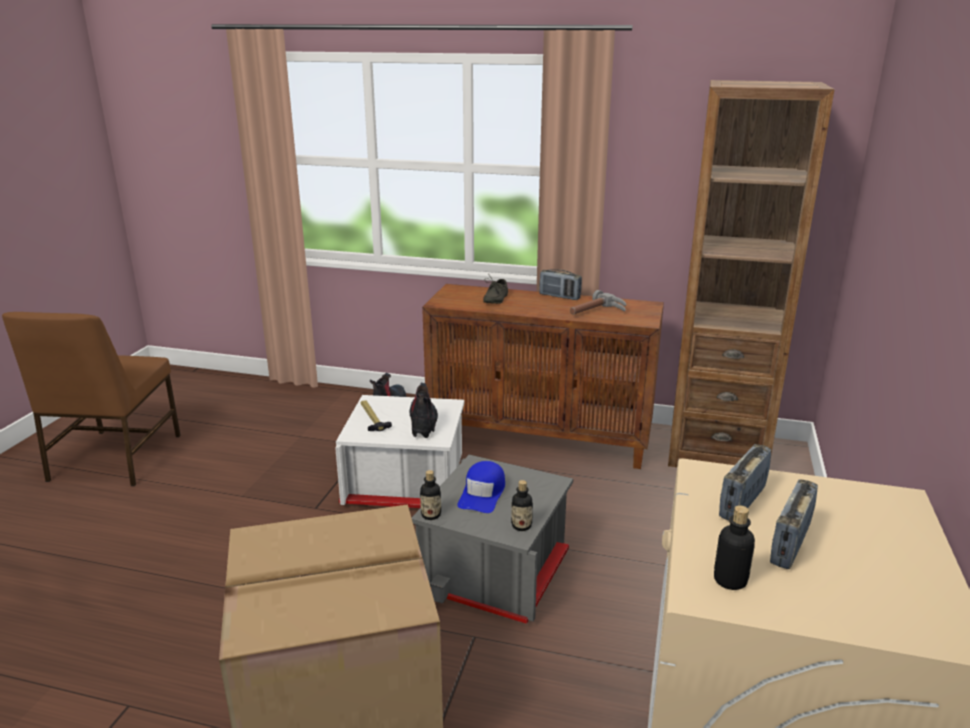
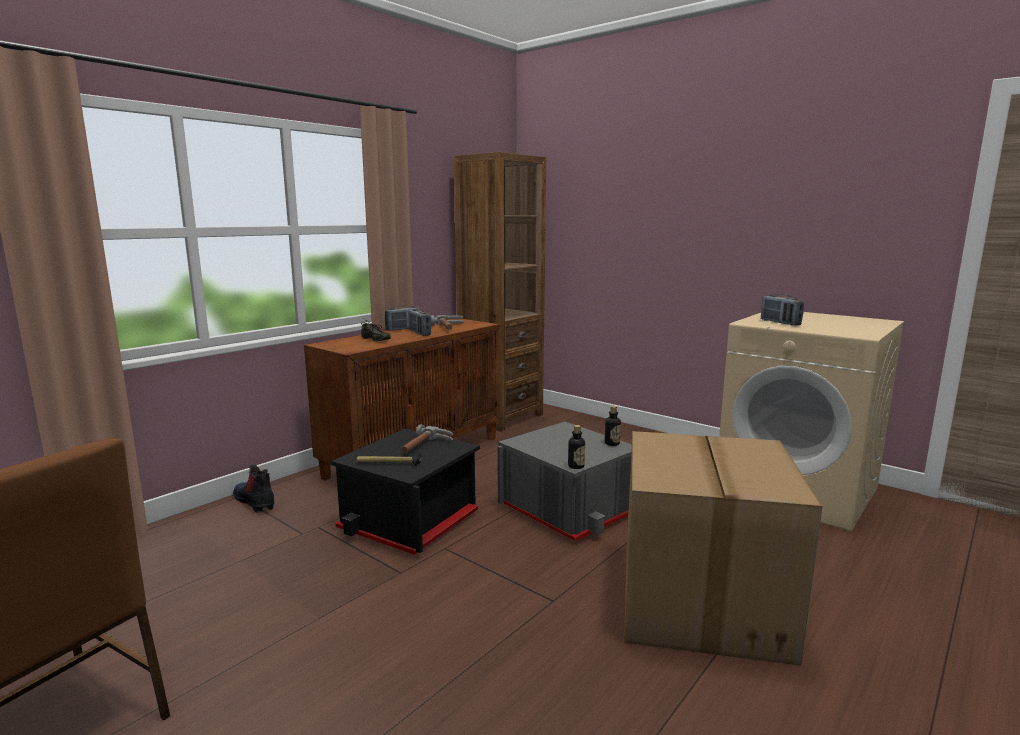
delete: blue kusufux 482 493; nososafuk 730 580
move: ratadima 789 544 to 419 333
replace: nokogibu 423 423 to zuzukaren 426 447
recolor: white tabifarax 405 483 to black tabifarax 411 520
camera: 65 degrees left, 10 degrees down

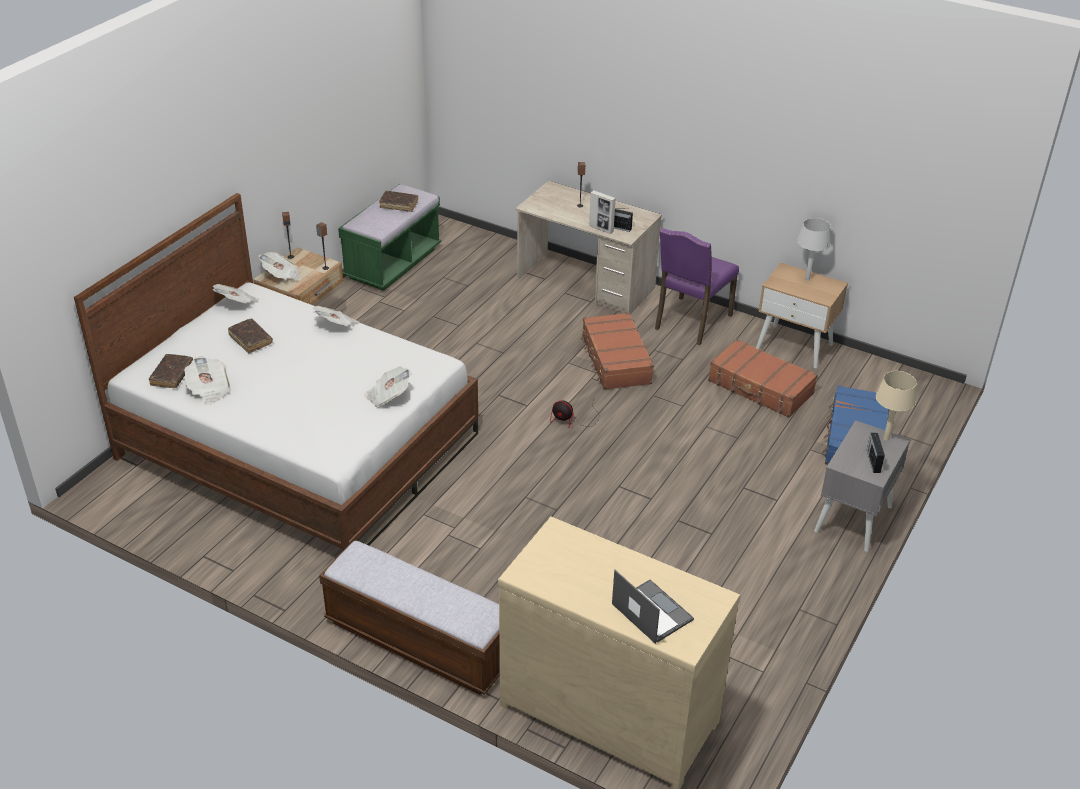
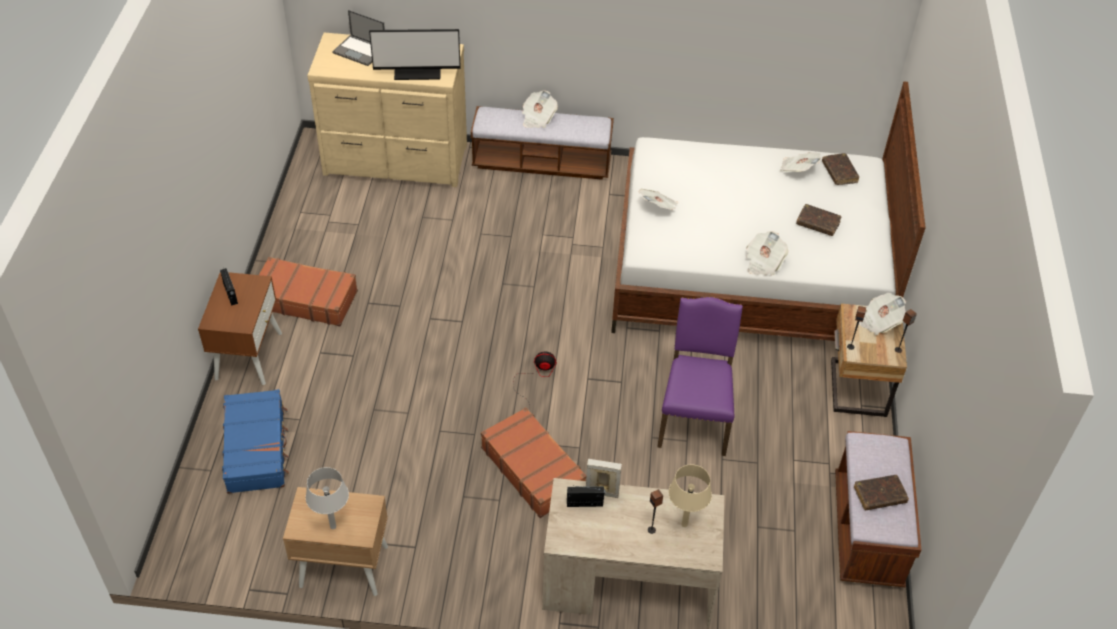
insert: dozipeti 417 72
move: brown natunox 760 388 to 305 299; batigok 237 303 to 537 118; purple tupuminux 690 322 to 694 420; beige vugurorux 886 439 to 684 524
recolor: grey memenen 853 519 to brown memenen 248 355; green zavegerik 393 263 to brown zavegerik 867 531
camera: 155 degrees right, 10 degrees up

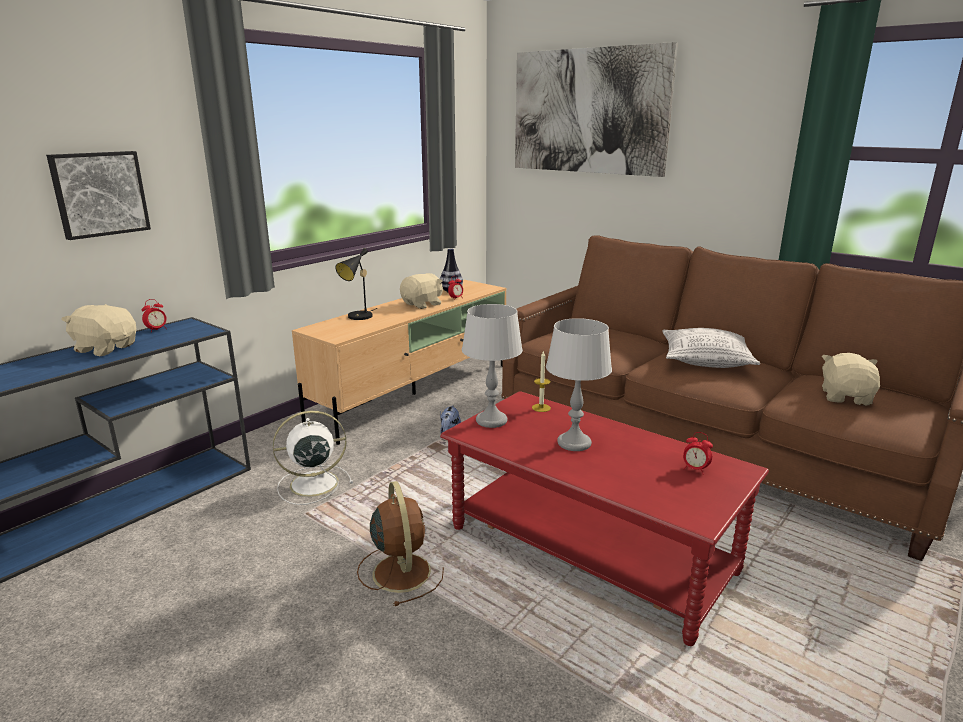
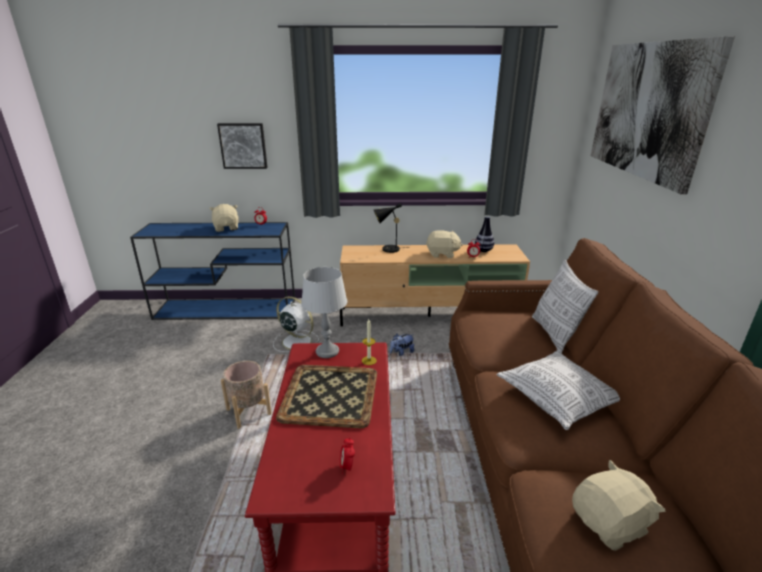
insert: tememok 555 335
replace: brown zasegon 401 571 to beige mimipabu 248 412; grey vugurorux 574 443 to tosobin 331 394
camera: 50 degrees right, 5 degrees up

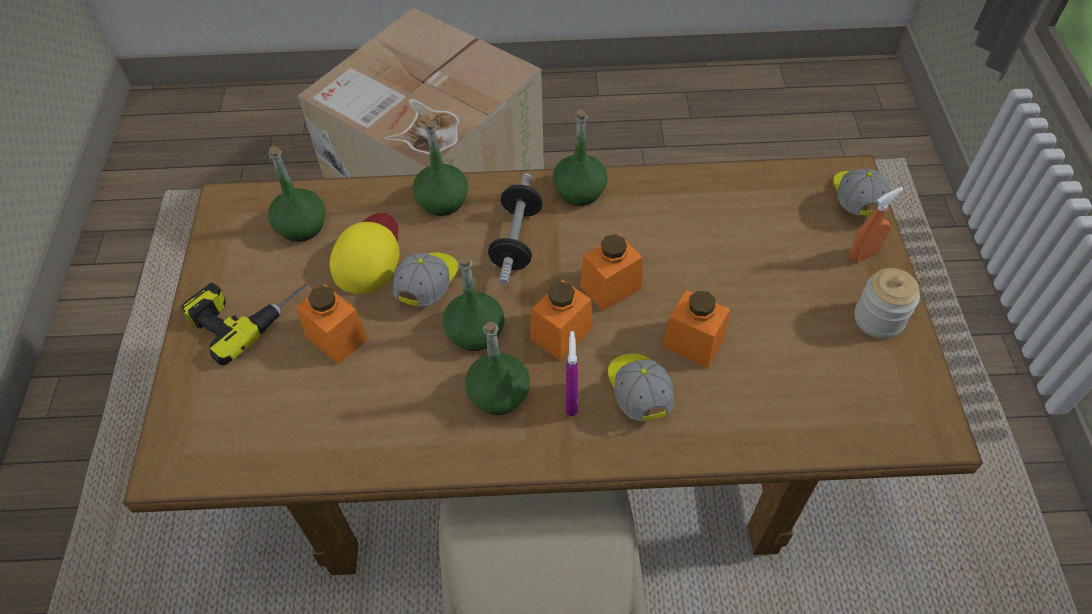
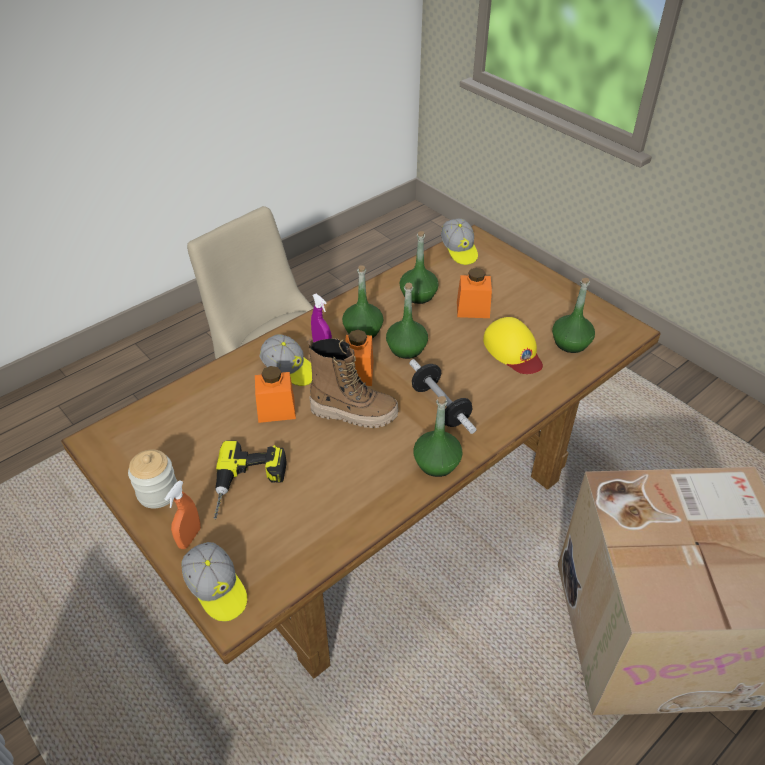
move: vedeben 246 311 to 249 485; green nososafuk 443 201 to 418 295; kusufux 428 285 to 459 250
replace: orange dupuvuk 610 287 to nokogibu 354 412
camera: 140 degrees right, 10 degrees down

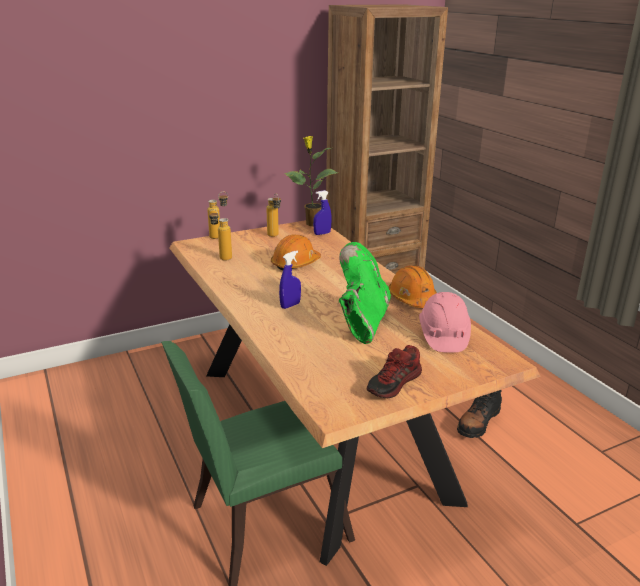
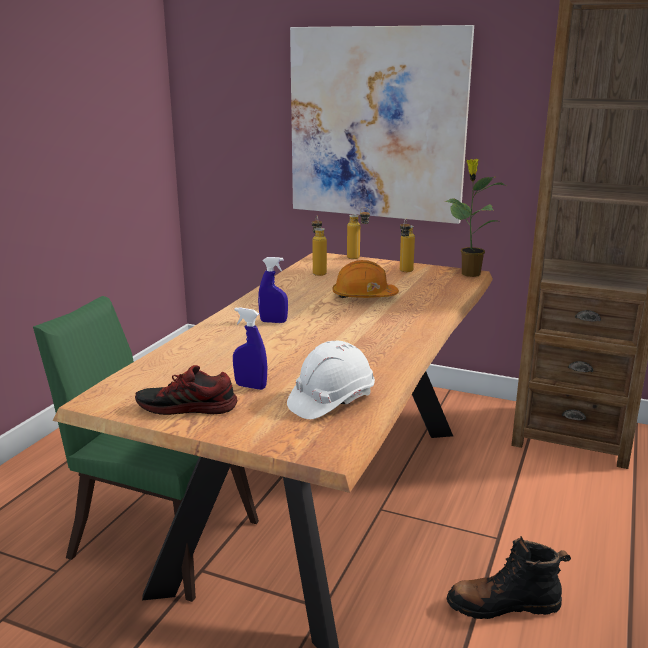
delete: green nokogibu 361 323; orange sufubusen 413 299
insert: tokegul 376 124
move: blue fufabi 322 233 to 250 386
recolor: pink sufubusen 443 336 to white sufubusen 331 401
camera: 50 degrees right, 5 degrees down

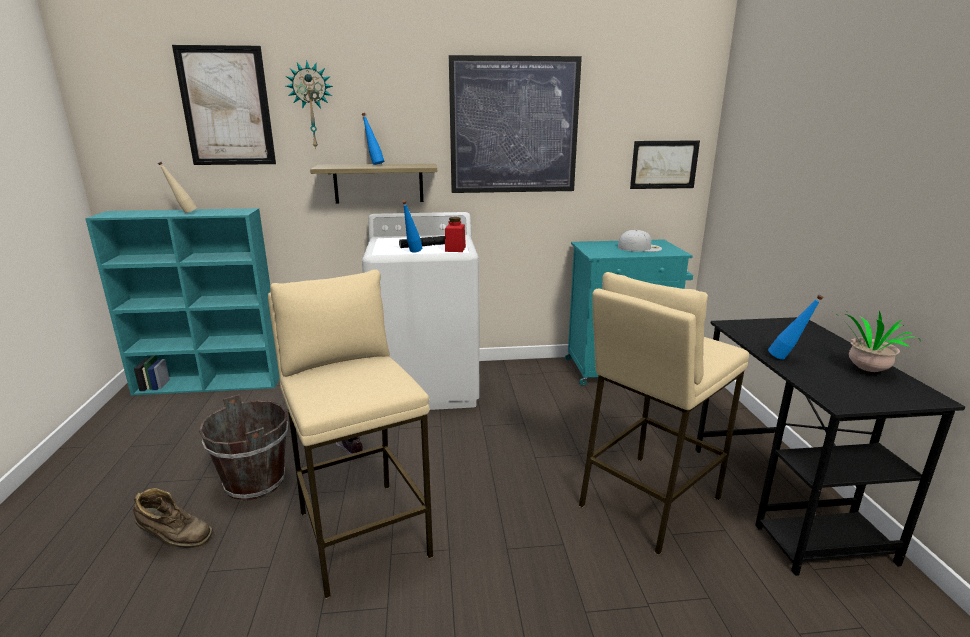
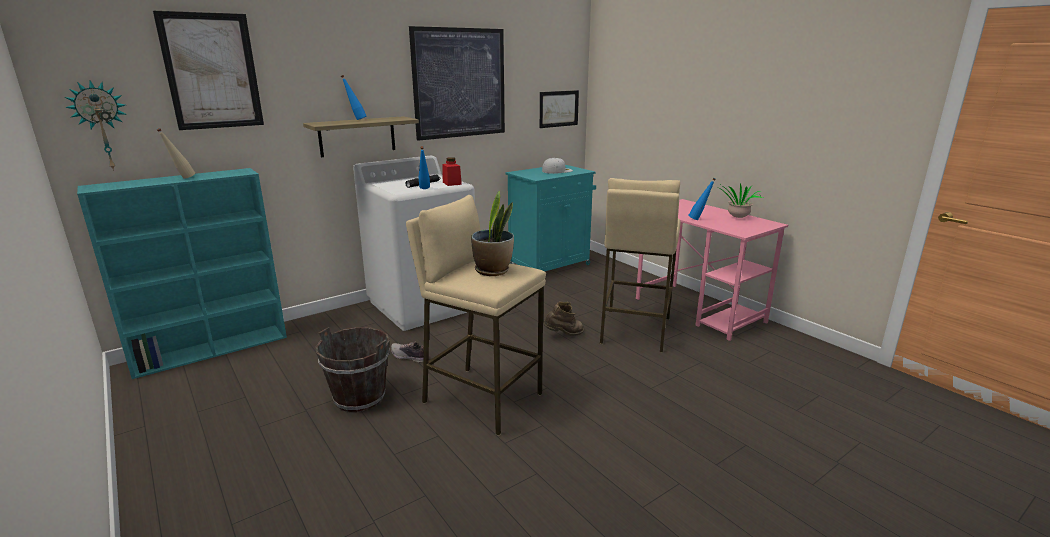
insert: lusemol 493 270
move: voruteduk 312 106 to 102 126; brown nokogibu 175 540 to 564 335
recolor: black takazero 784 501 to pink takazero 699 310
camera: 30 degrees left, 0 degrees up

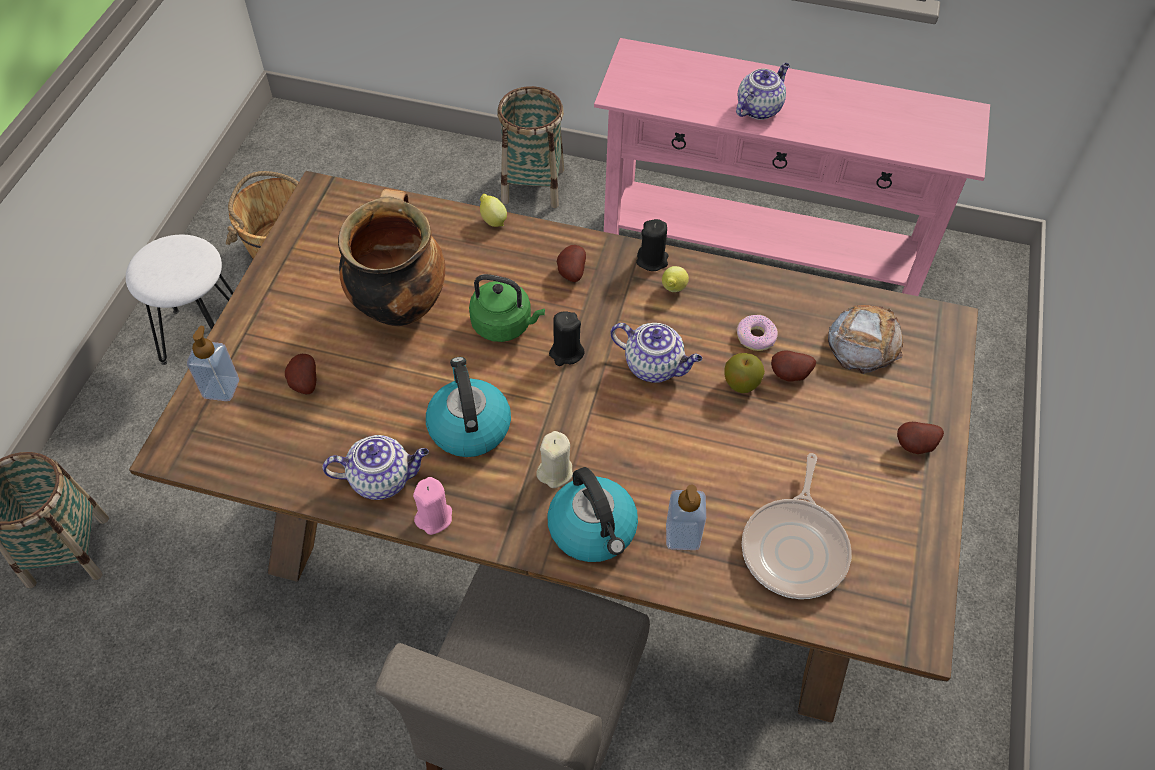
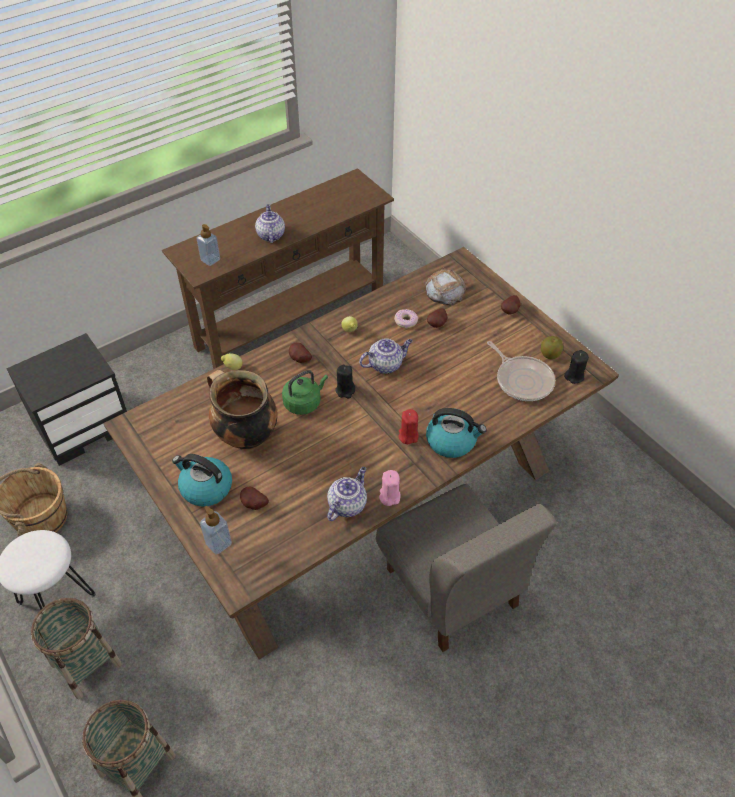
insert: black memenen 83 425
move: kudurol 533 185 to 86 664; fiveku 468 426 to 205 488; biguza 682 535 to 210 260; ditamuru 741 384 to 550 355; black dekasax 652 260 to 574 376
recolor: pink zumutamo 760 254 to brown zumutamo 290 320; beige dekasax 555 472 to red dekasax 408 436
camera: 50 degrees left, 5 degrees down

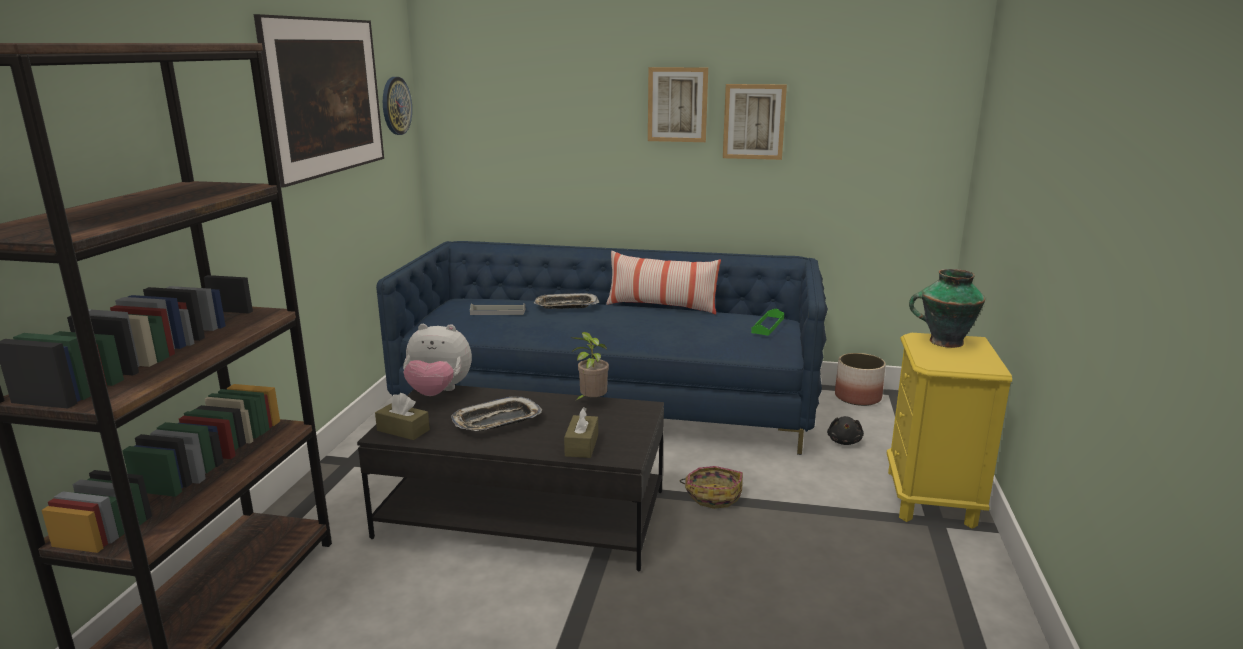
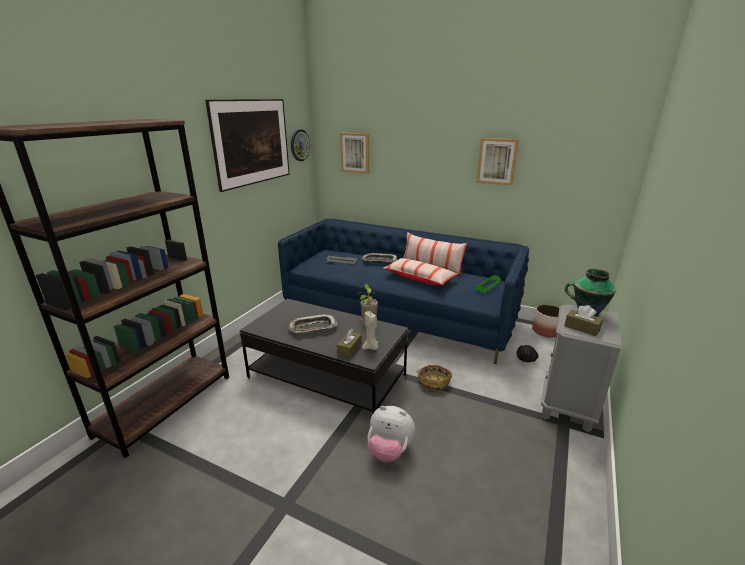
insert: beige dekasax 371 347; tememok 419 278
move: tokegul 677 104 to 355 153; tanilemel 438 392 to 389 451; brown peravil 403 430 to 582 328
recolor: yellow memenen 931 498 to grey memenen 567 406
camera: 15 degrees right, 5 degrees up

